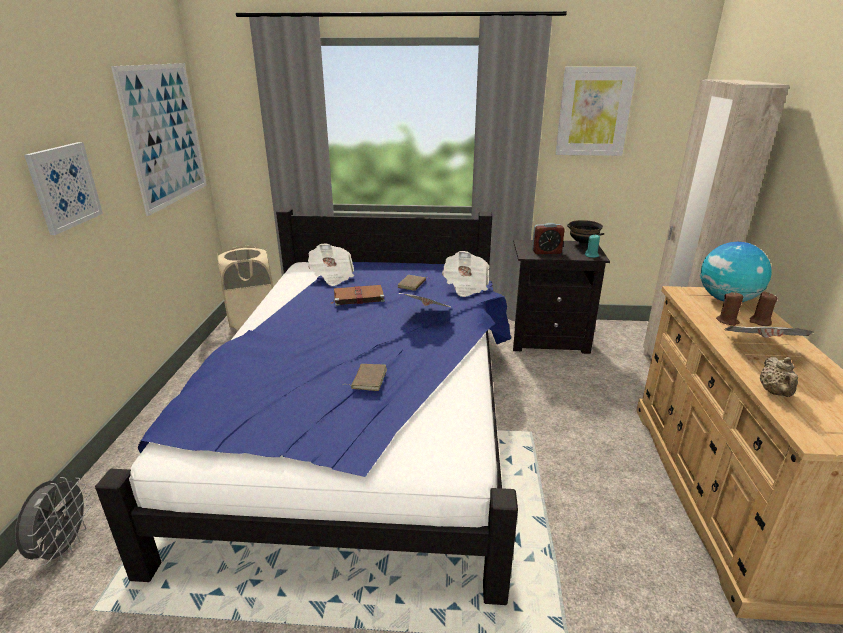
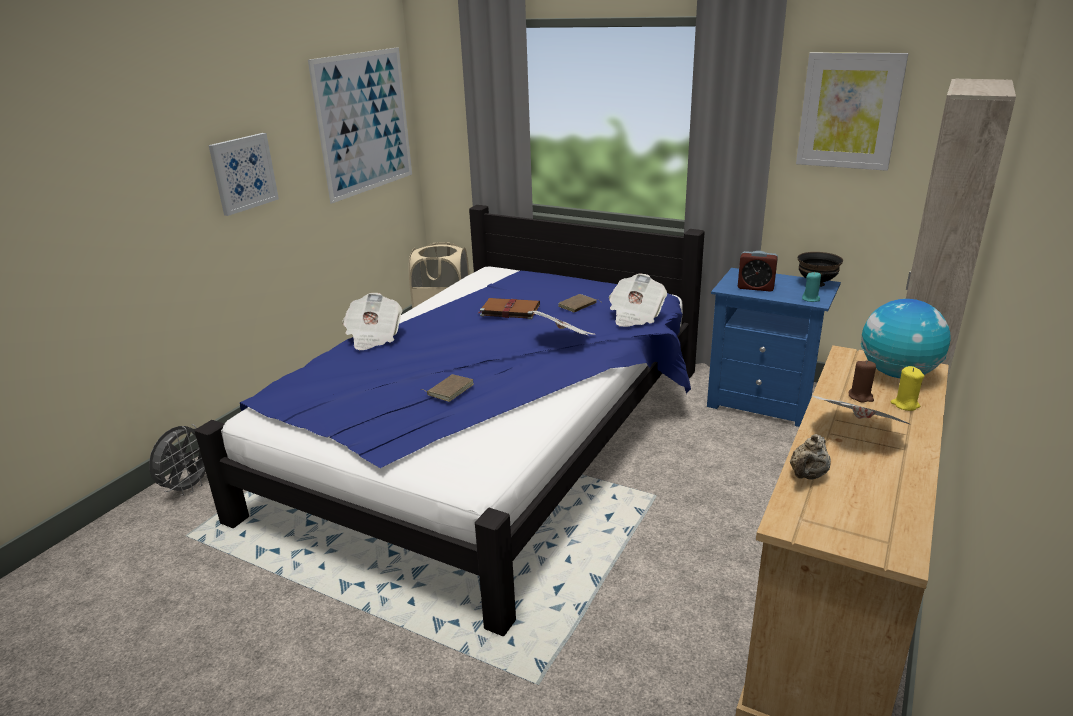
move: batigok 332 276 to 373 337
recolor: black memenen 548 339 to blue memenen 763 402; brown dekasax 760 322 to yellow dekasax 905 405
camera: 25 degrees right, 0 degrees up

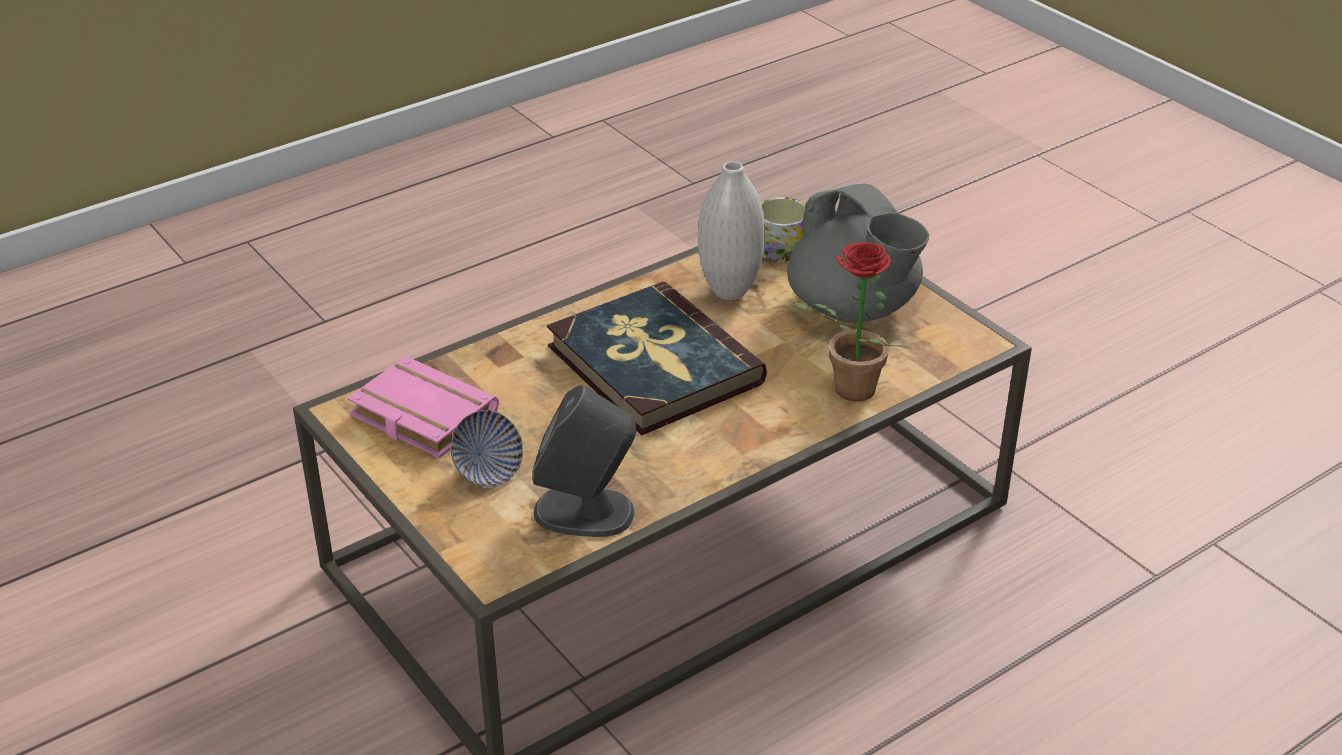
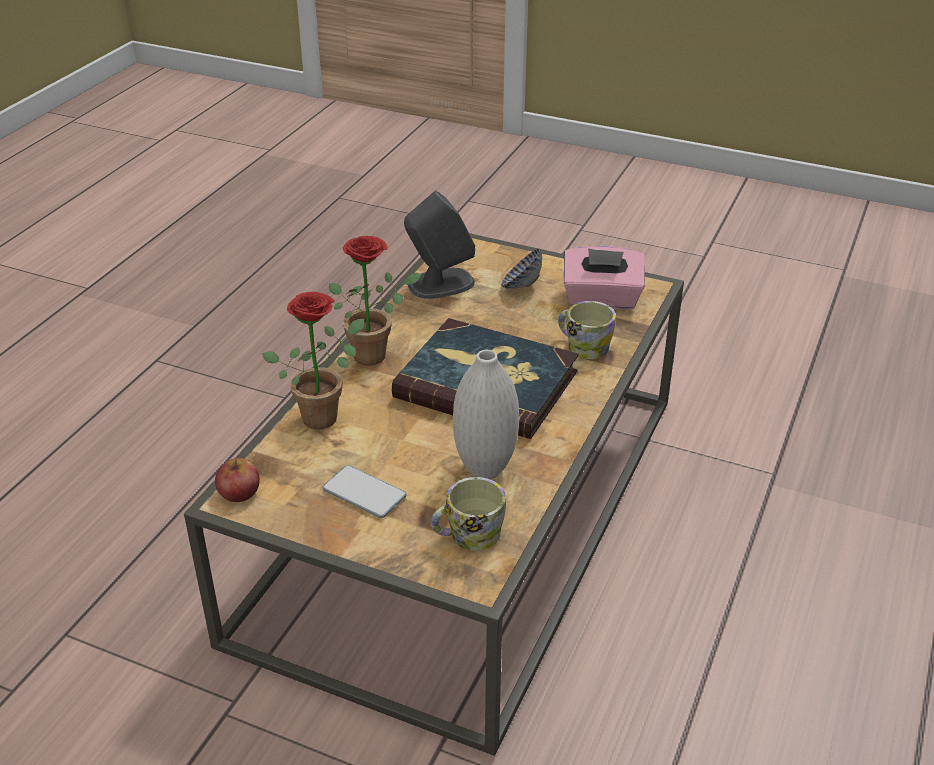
insert: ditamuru 239 492; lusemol 376 353; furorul 583 346
replace: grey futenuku 854 308 to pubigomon 364 493; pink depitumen 419 416 to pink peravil 601 299
camera: 150 degrees right, 0 degrees up

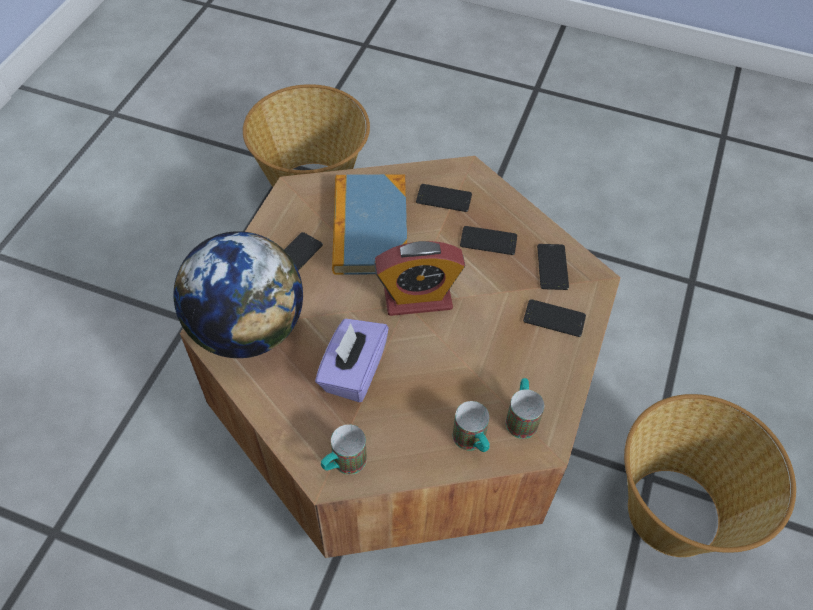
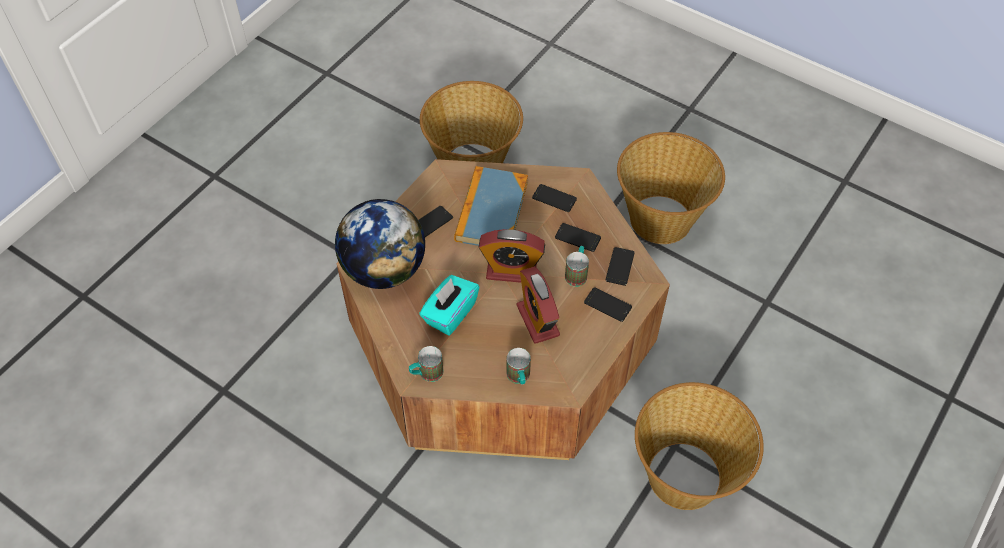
insert: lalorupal 538 320; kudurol 661 218
move: furorul 521 417 to 577 273
recolor: purple peravil 353 372 to turquoise peravil 450 314
camera: 15 degrees right, 0 degrees up

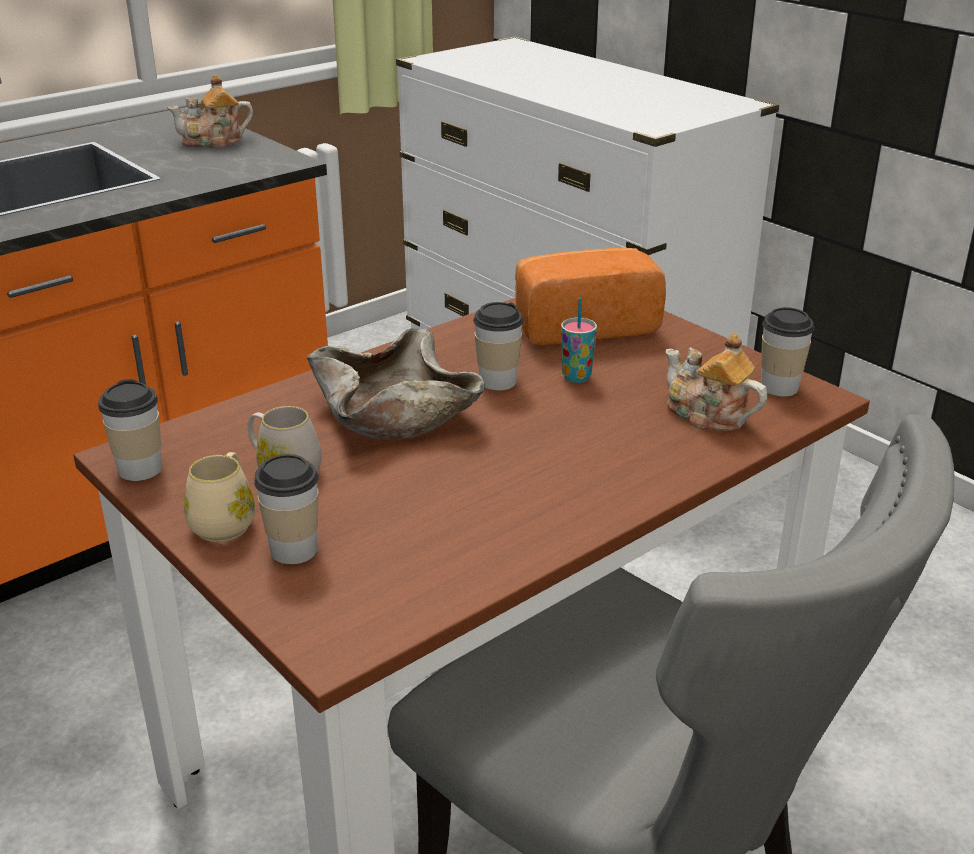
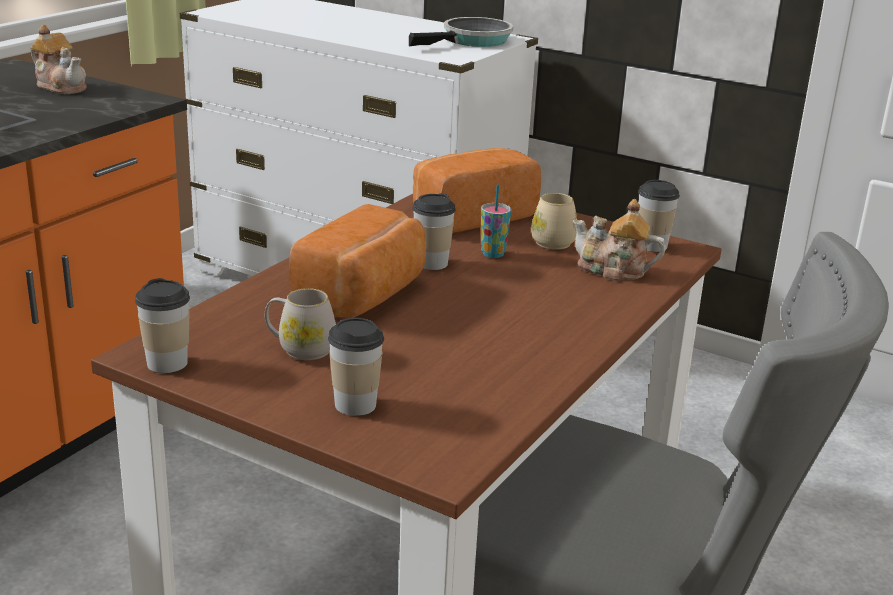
insert: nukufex 472 41
move: beige furorul 226 521 to 551 240
replace: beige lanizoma 396 414 to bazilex 364 296
rotate: futenuku 214 141 = 61 86 105 degrees counterclockwise
camera: 20 degrees left, 5 degrees down

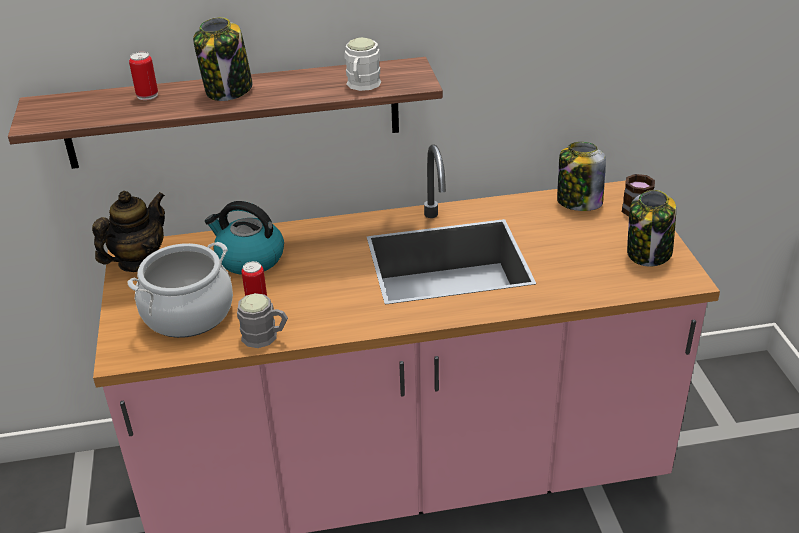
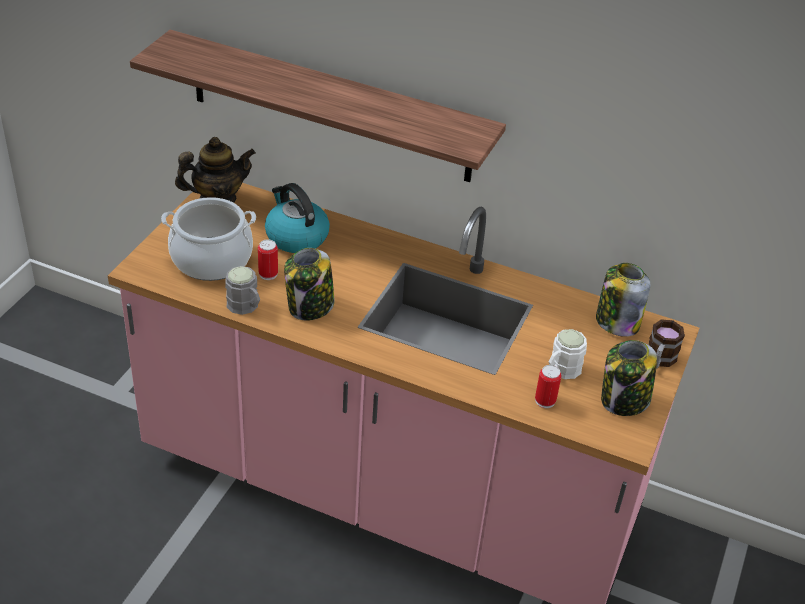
move: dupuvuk 228 90 to 310 307; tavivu 147 95 to 545 401; white furorul 362 86 to 561 370
camera: 30 degrees right, 5 degrees up

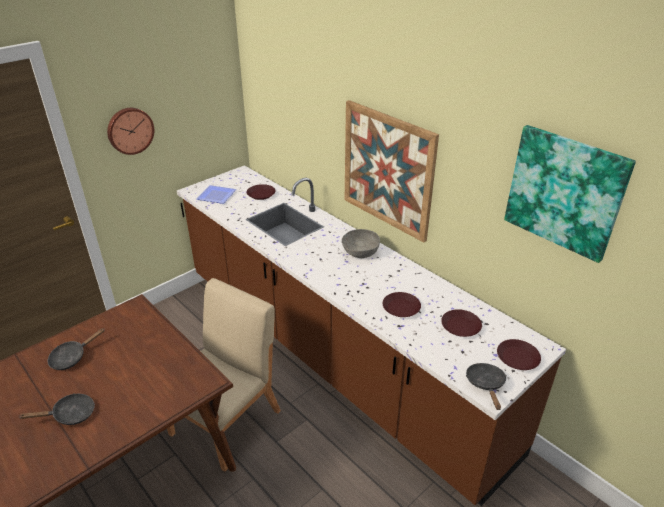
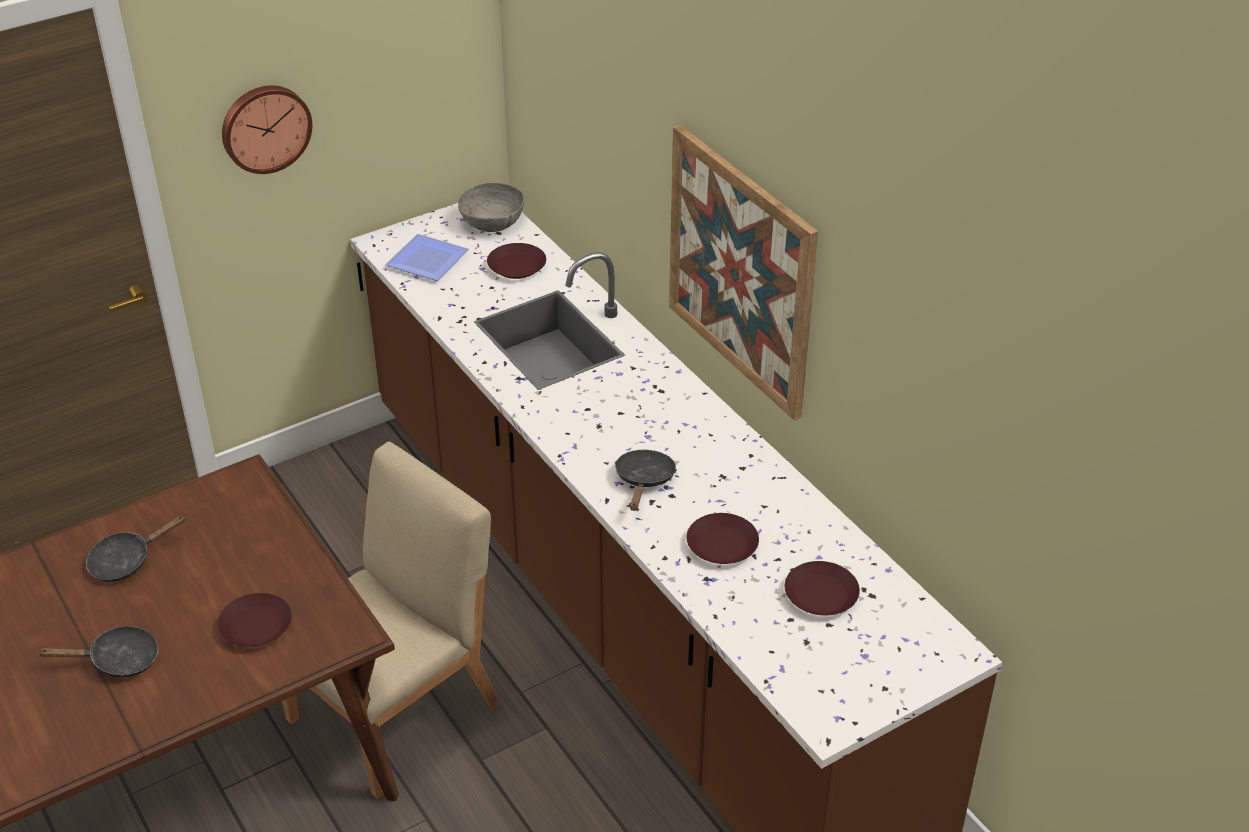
delete: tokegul 565 192
move: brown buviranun 518 358 to 257 626; grey lanizoma 360 252 to 492 222; black nukufex 486 384 to 644 481
camera: 10 degrees right, 5 degrees up

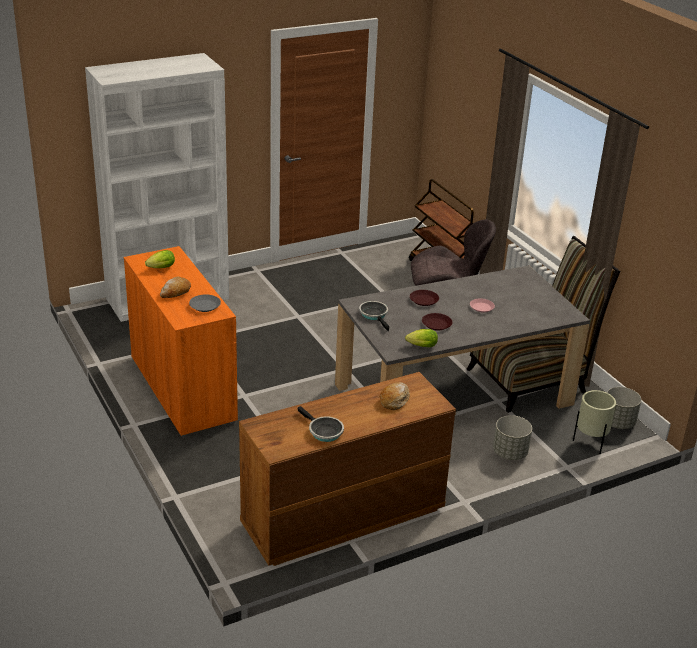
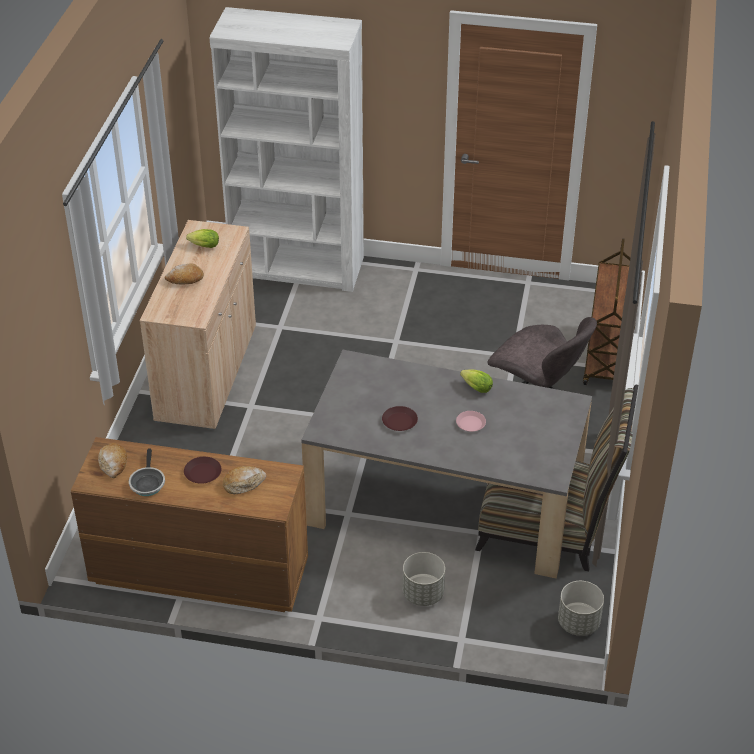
delete: grey buviranun 204 306; nukufex 374 315; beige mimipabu 590 444
insert: bazilex 113 464
move: brown buviranun 423 300 to 203 473; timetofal 420 346 to 475 387
recolor: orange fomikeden 183 389 to beige fomikeden 207 373
camera: 40 degrees right, 10 degrees up

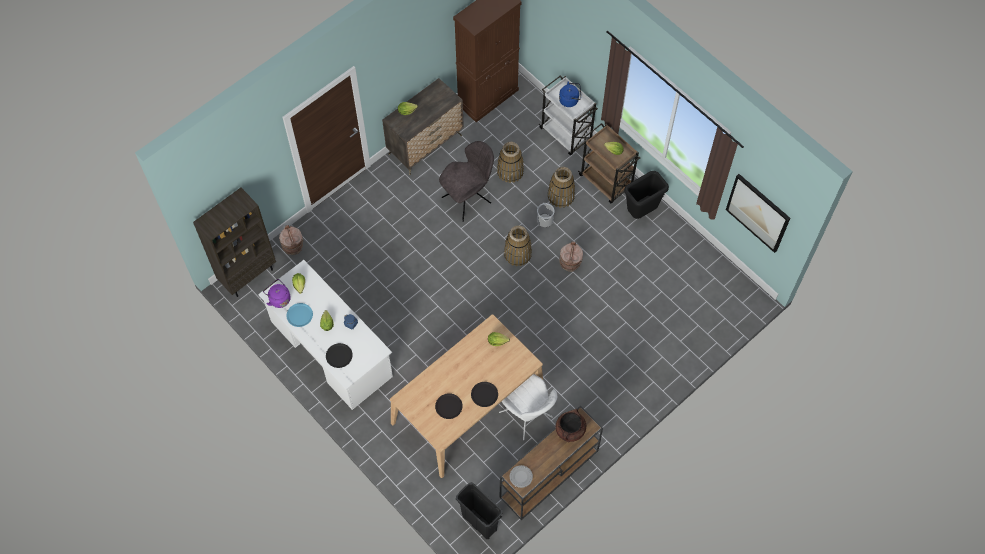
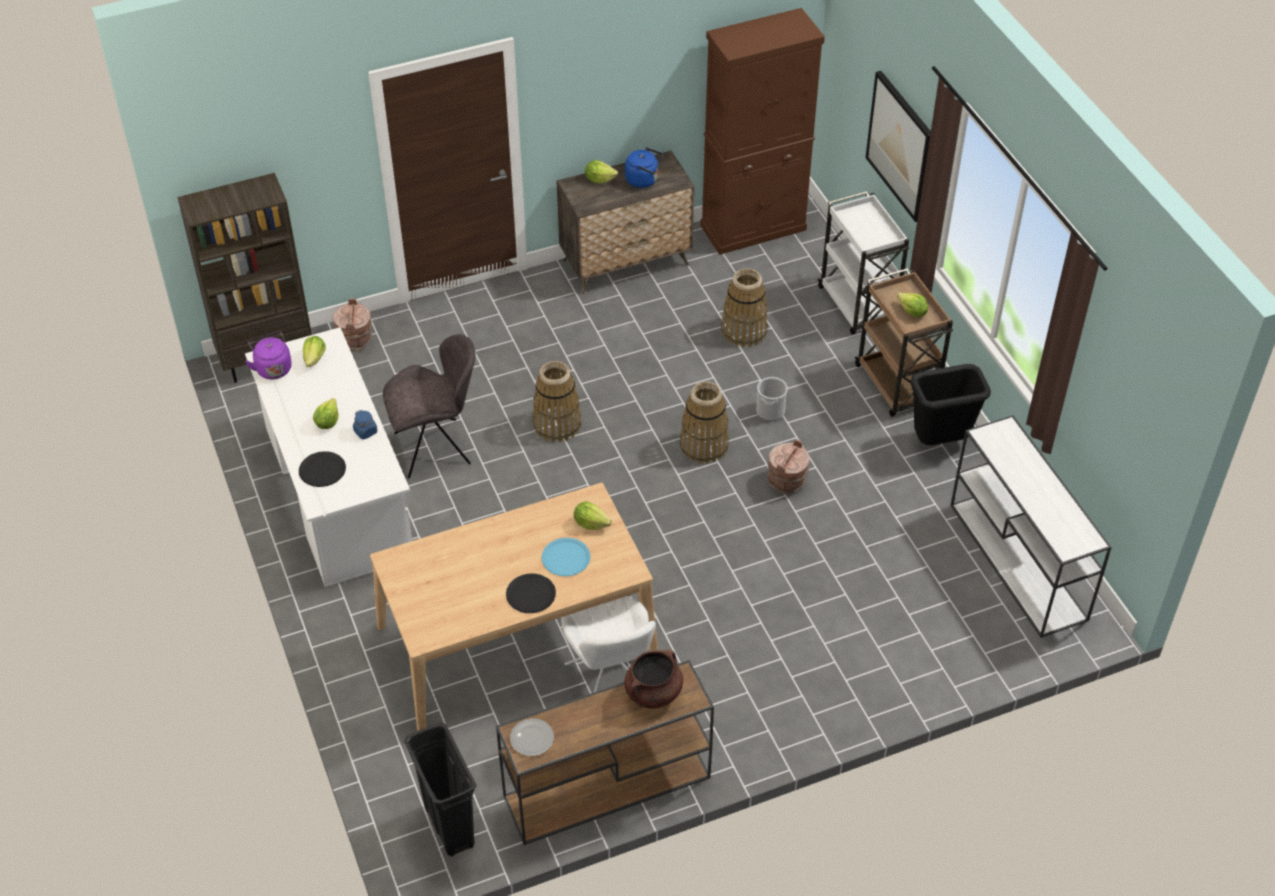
delete: black buviranun 448 406
insert: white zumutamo 1019 562
move: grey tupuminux 468 199 to 436 448; kudurol 561 196 to 557 424; blue buviranun 299 315 to 566 558; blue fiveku 570 100 to 644 180; tokegul 758 212 to 900 145
camera: 20 degrees right, 15 degrees down

